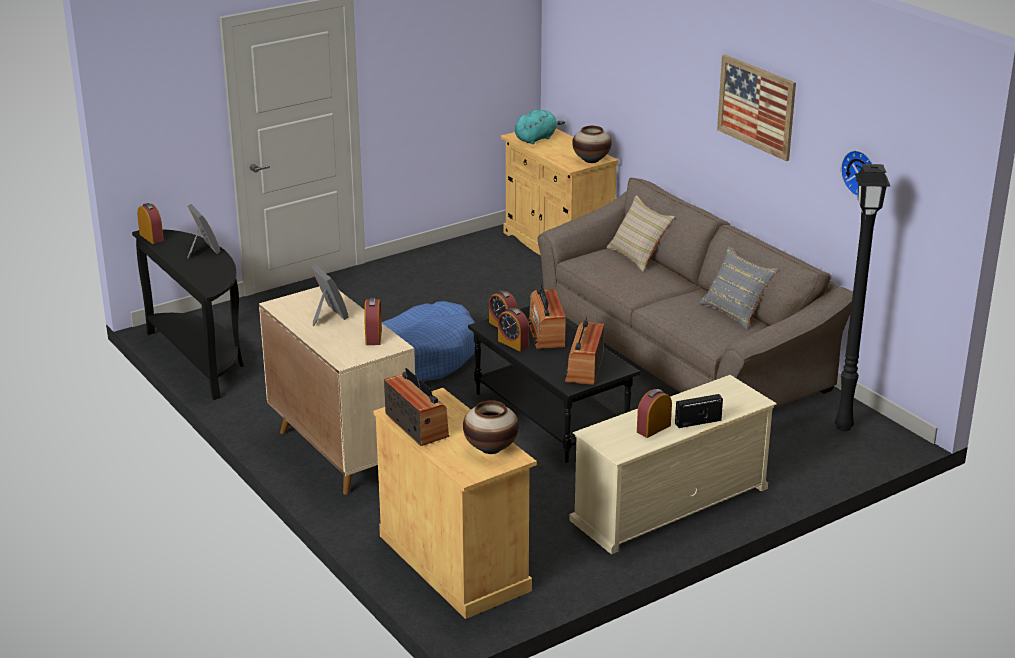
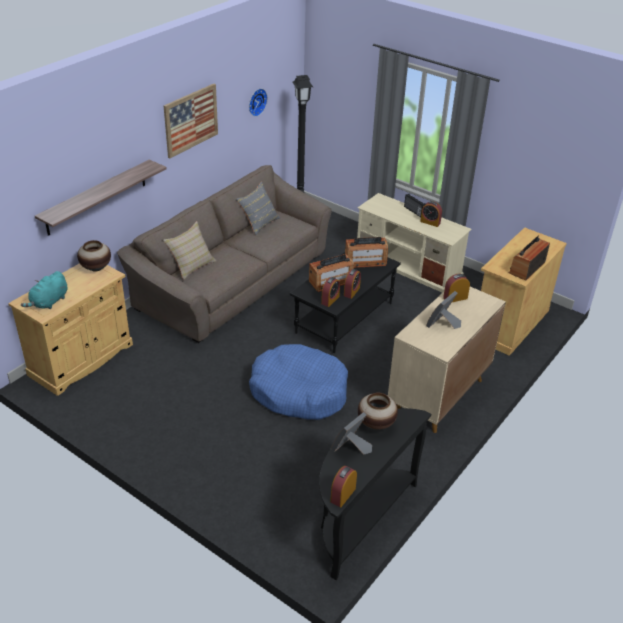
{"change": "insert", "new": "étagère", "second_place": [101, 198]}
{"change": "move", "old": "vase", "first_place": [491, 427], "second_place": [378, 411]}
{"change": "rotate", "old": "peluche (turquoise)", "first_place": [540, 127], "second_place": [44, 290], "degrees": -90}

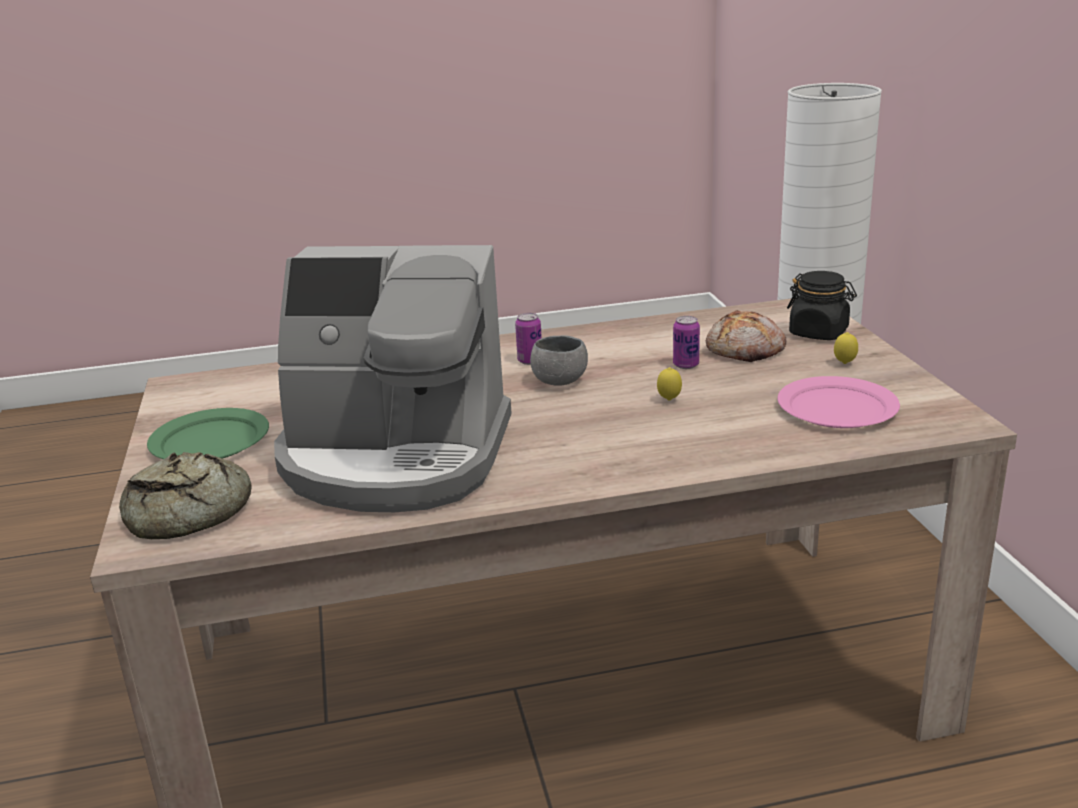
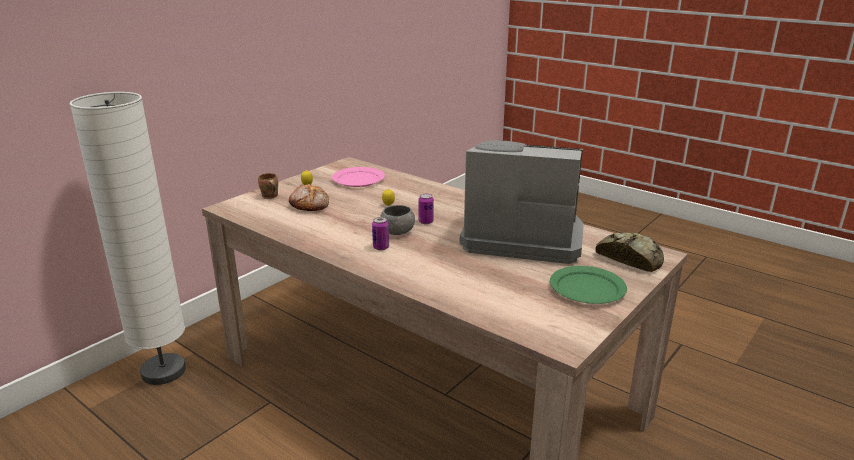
{"change": "move", "old": "boîte métallique", "first_place": [686, 342], "second_place": [426, 209]}
{"change": "replace", "old": "bocal (noir)", "new": "mug (marron)", "first_place": [822, 305], "second_place": [268, 186]}
{"change": "rotate", "old": "machine à café", "first_place": [393, 378], "second_place": [521, 202], "degrees": -45}

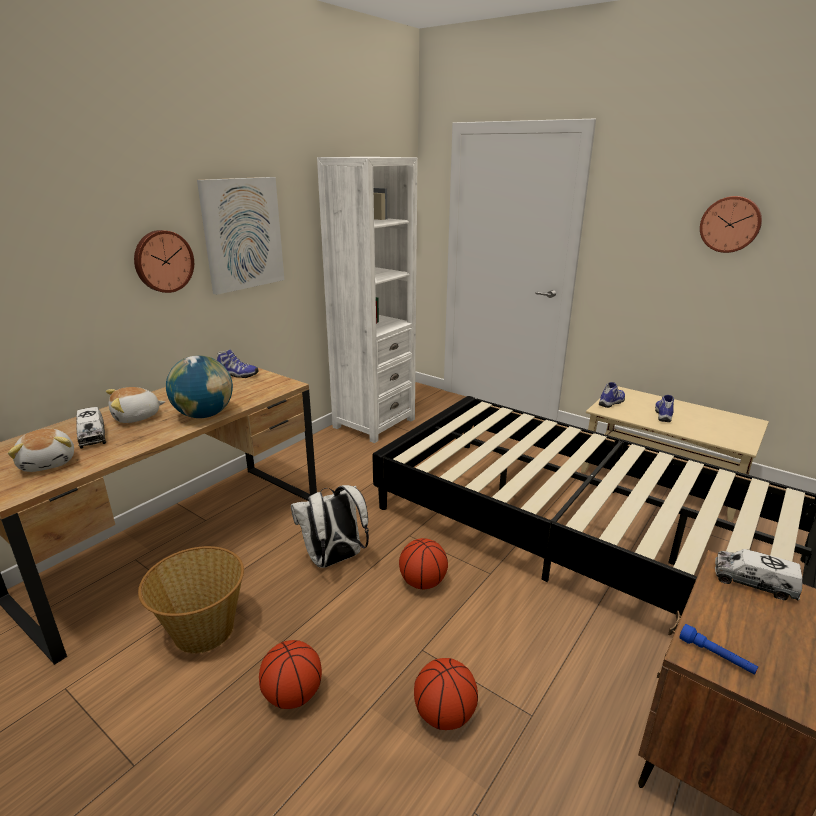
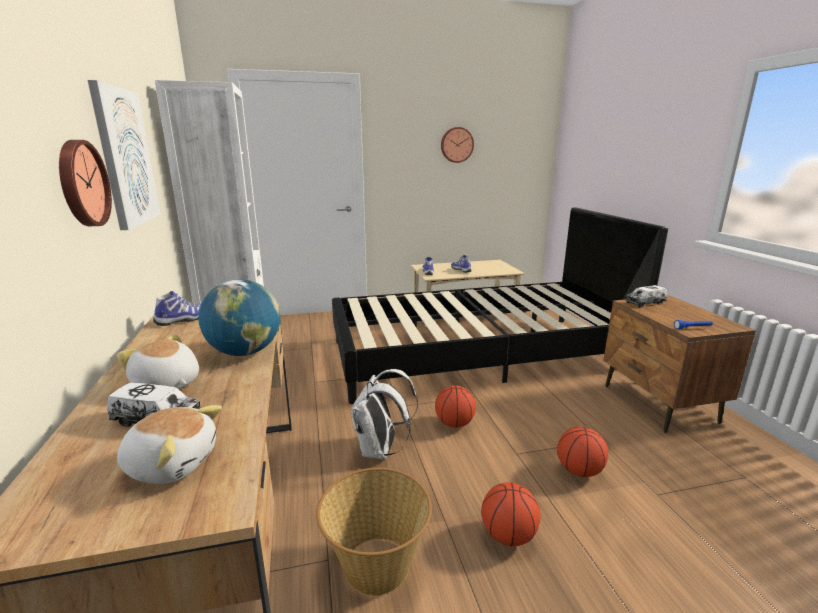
{"change": "rotate", "old": "peluche", "first_place": [135, 405], "second_place": [158, 362], "degrees": 120}

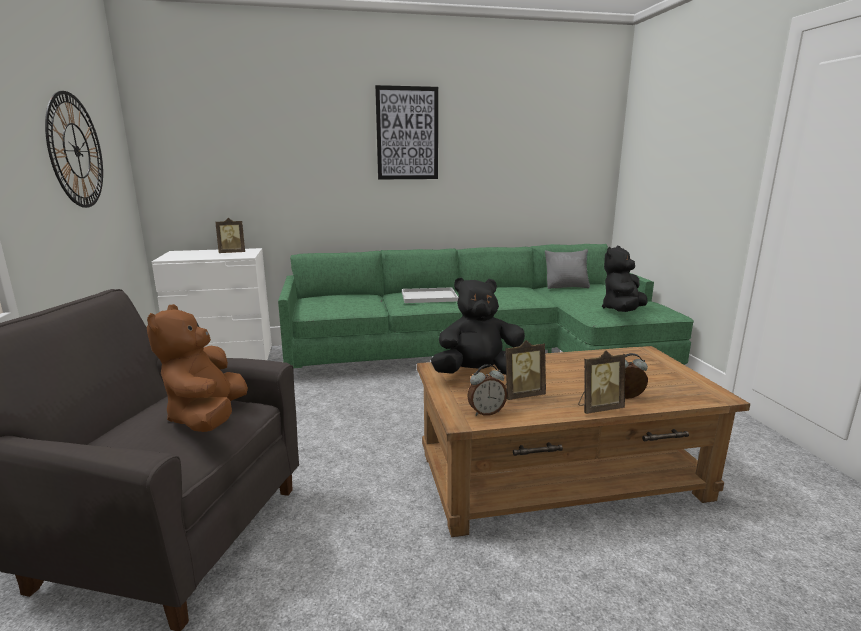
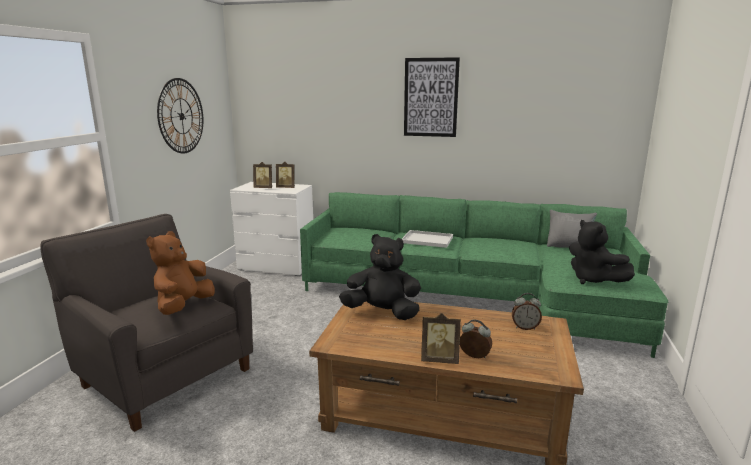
{"change": "move", "old": "réveil", "first_place": [487, 390], "second_place": [527, 311]}
{"change": "move", "old": "cadre photo", "first_place": [525, 370], "second_place": [263, 175]}
{"change": "rotate", "old": "peluche (noir)", "first_place": [625, 279], "second_place": [602, 252], "degrees": -90}

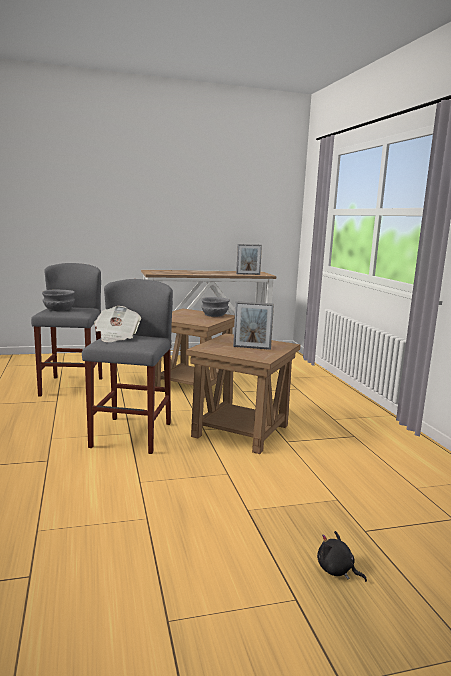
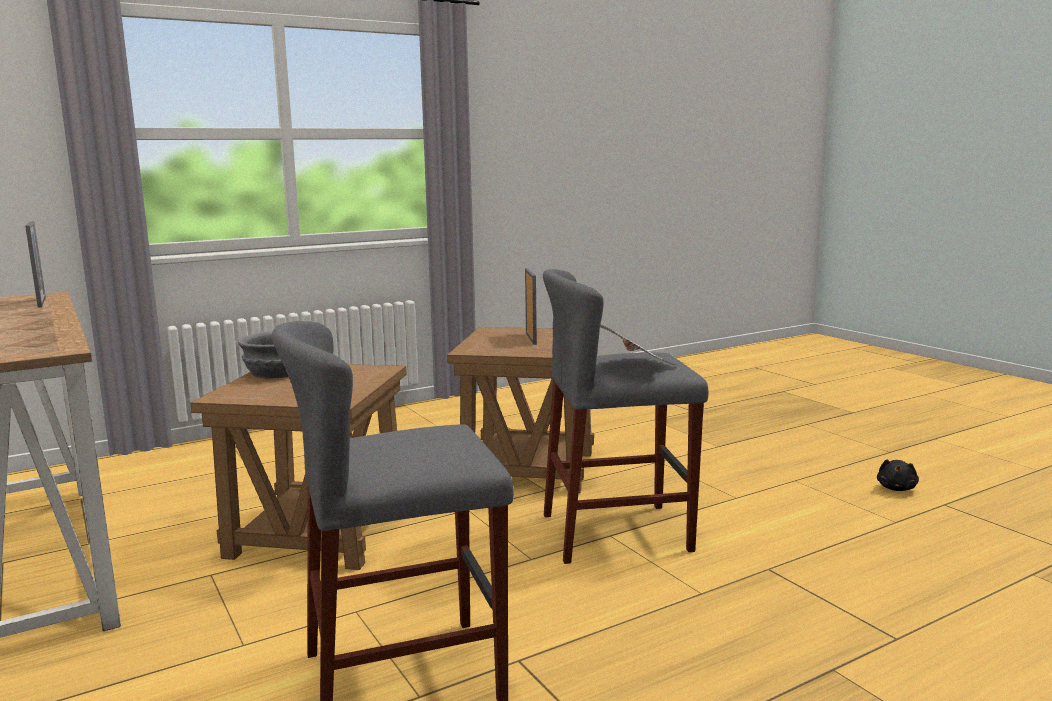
{"change": "delete", "old": "bol (gris)", "first_place": [58, 300]}
{"change": "move", "old": "peluche (noir)", "first_place": [342, 556], "second_place": [898, 475]}

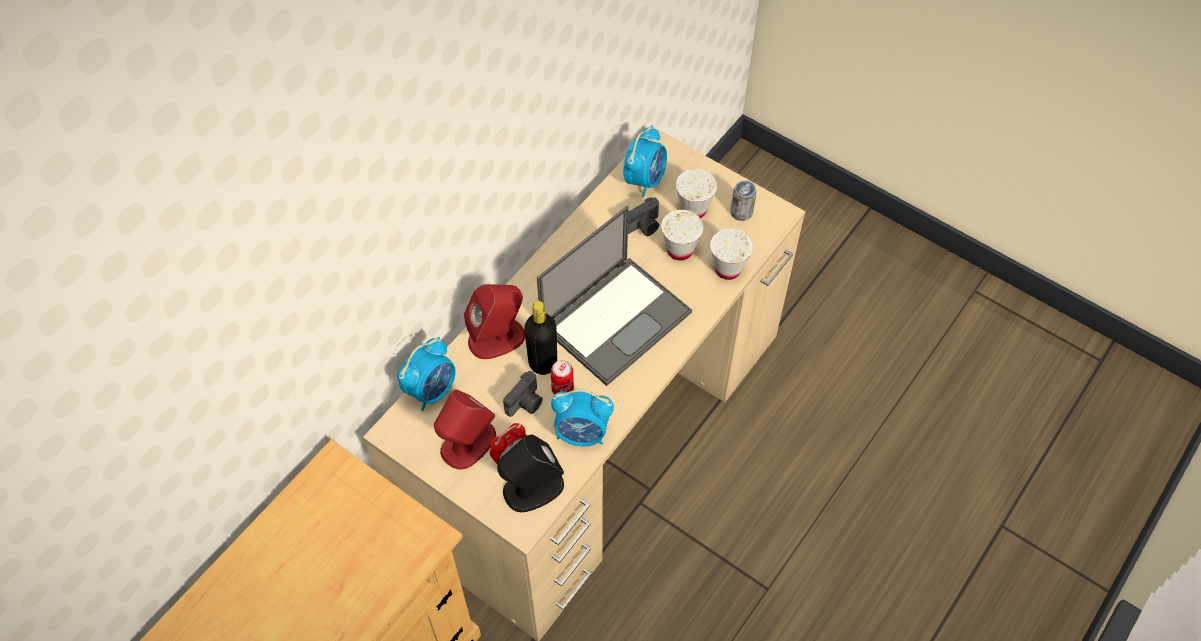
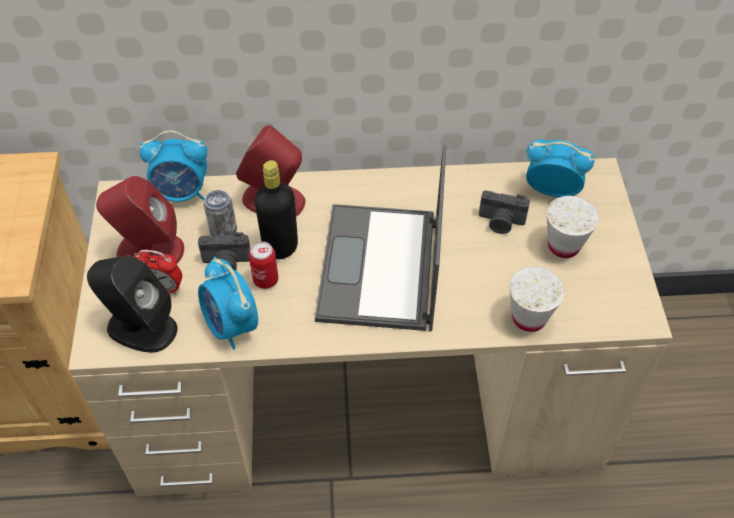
{"change": "delete", "old": "tasse (blanc)", "first_place": [682, 235]}
{"change": "move", "old": "boîte métallique", "first_place": [743, 200], "second_place": [220, 213]}
{"change": "rotate", "old": "ordinateur portable", "first_place": [614, 296], "second_place": [380, 238], "degrees": 90}
{"change": "rotate", "old": "réveil", "first_place": [645, 161], "second_place": [560, 168], "degrees": -150}

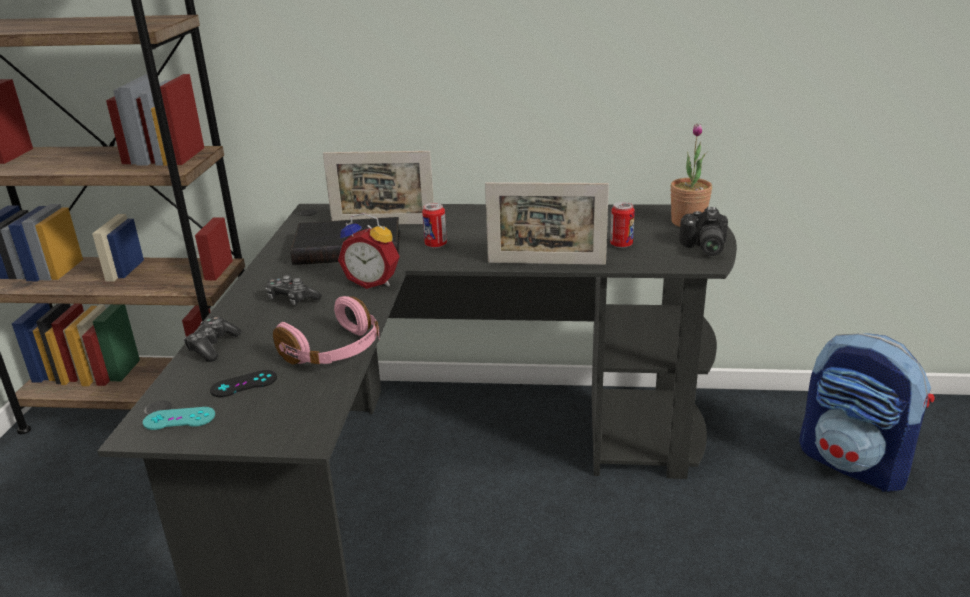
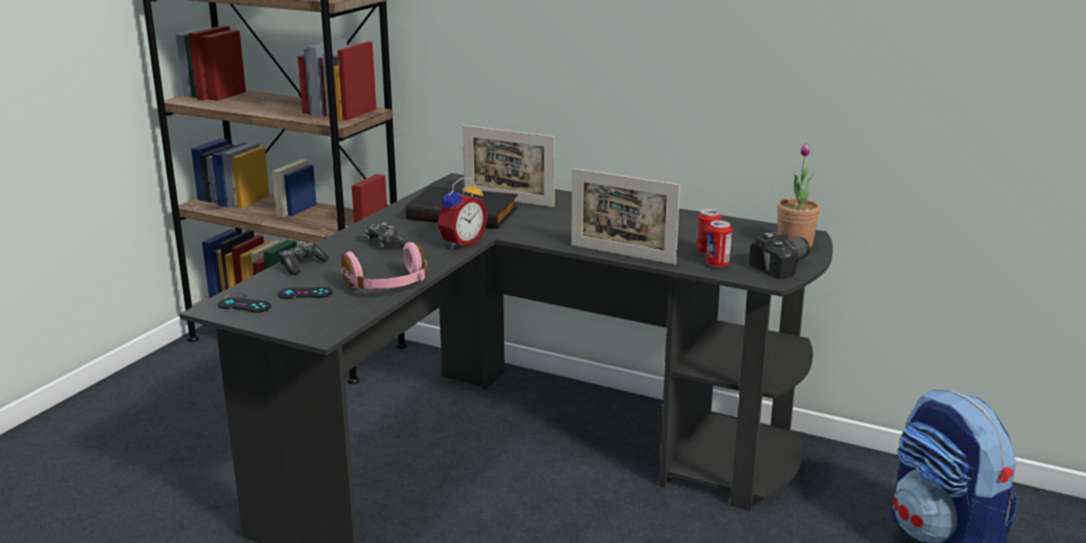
{"change": "move", "old": "boîte métallique", "first_place": [434, 225], "second_place": [719, 244]}
{"change": "recolor", "old": "manette (turquoise)", "new": "manette (noir)", "first_place": [179, 418], "second_place": [244, 305]}
{"change": "rotate", "old": "réveil", "first_place": [369, 251], "second_place": [462, 213], "degrees": -90}
{"change": "rotate", "old": "appareil photo", "first_place": [703, 231], "second_place": [779, 255], "degrees": -150}

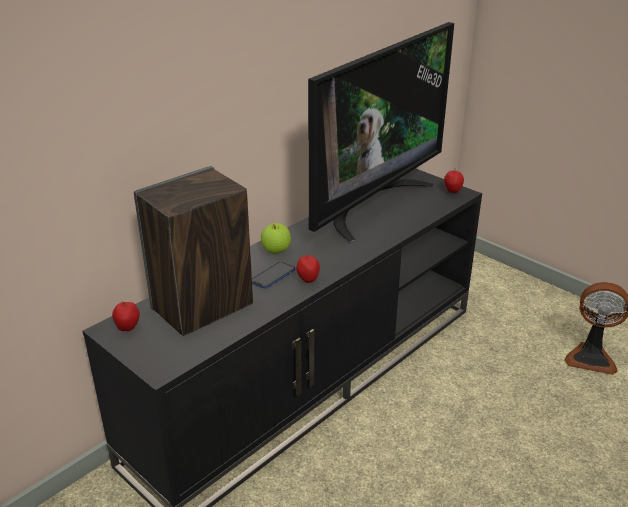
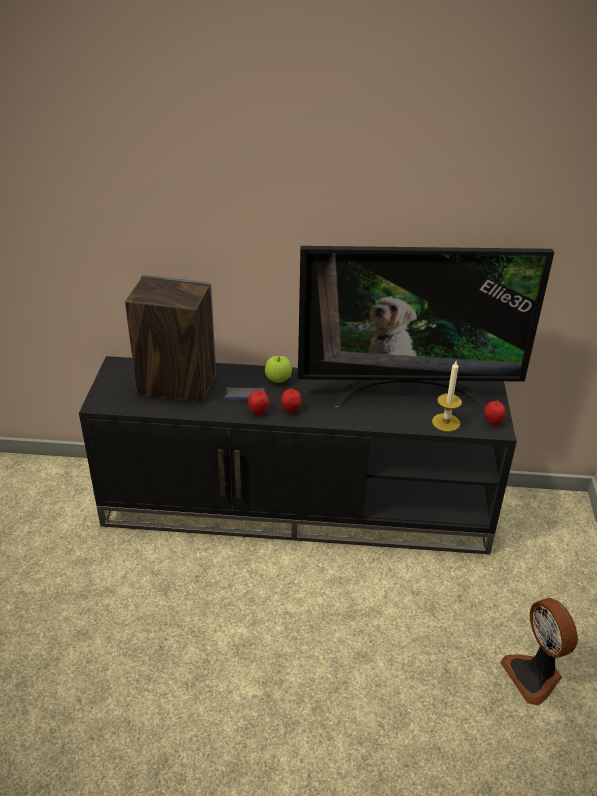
{"change": "insert", "new": "bougie", "second_place": [447, 396]}
{"change": "move", "old": "pomme", "first_place": [126, 316], "second_place": [291, 400]}

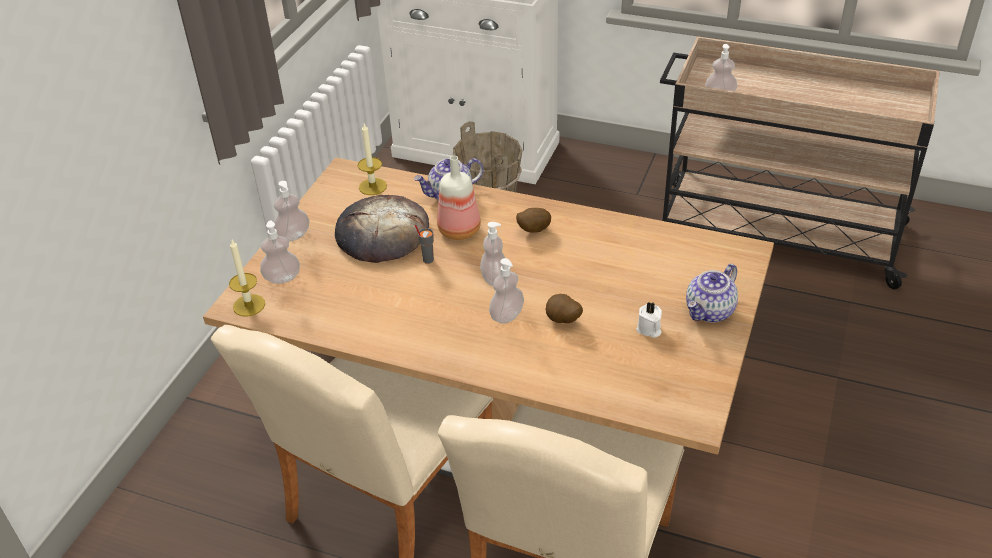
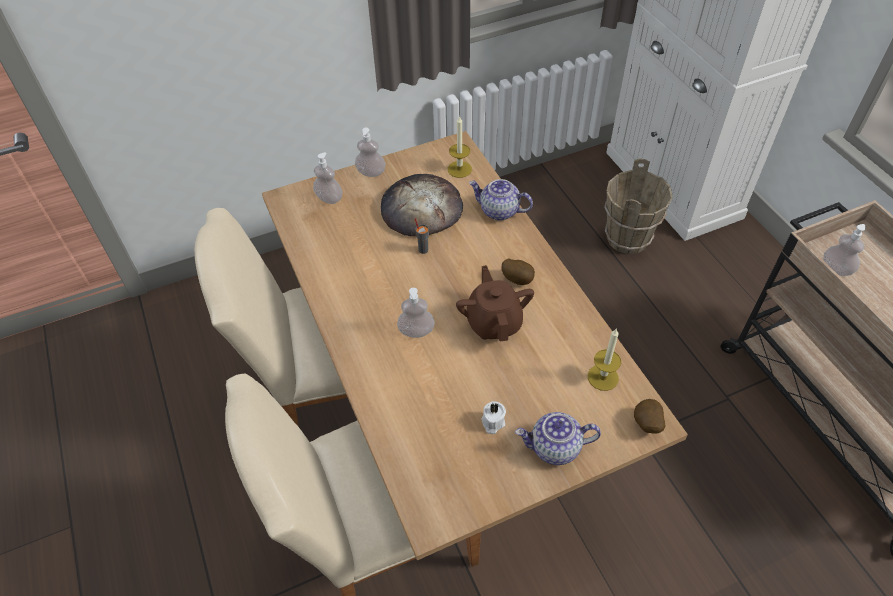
{"change": "delete", "old": "bouteille", "first_place": [459, 198]}
{"change": "delete", "old": "distributeur de savon", "first_place": [492, 254]}
{"change": "insert", "new": "théière (marron)", "second_place": [495, 303]}
{"change": "move", "old": "bougie", "first_place": [247, 278], "second_place": [604, 359]}
{"change": "move", "old": "pomme de terre", "first_place": [564, 308], "second_place": [649, 416]}

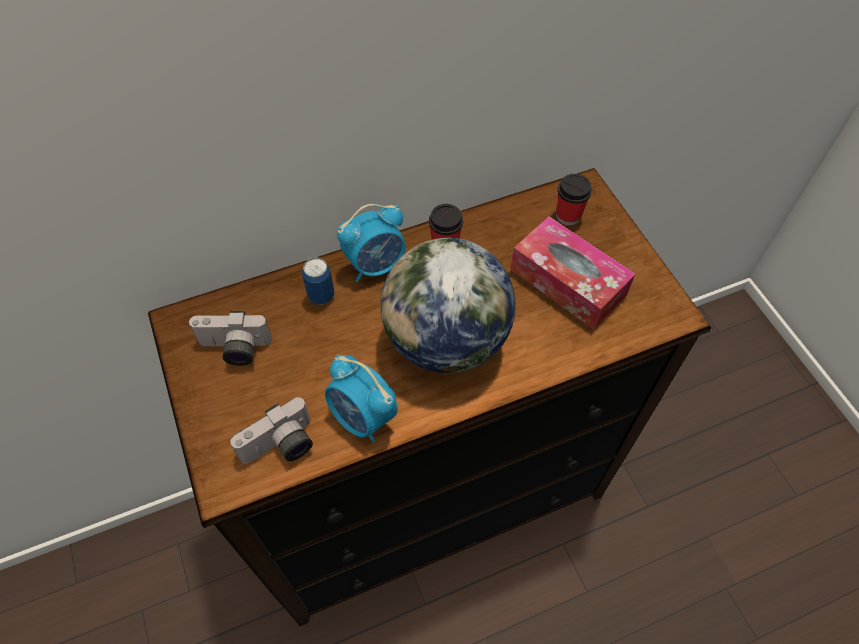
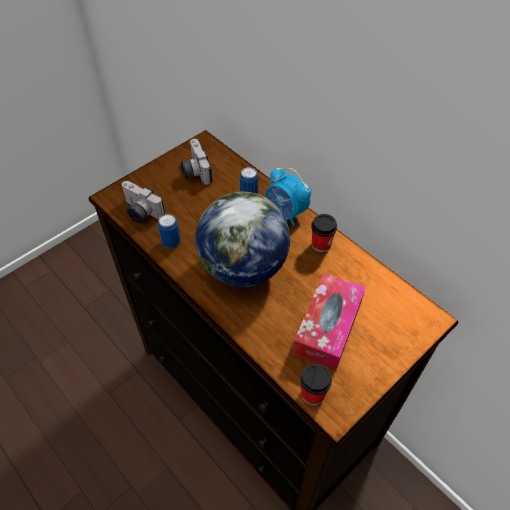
{"change": "move", "old": "tasse", "first_place": [574, 199], "second_place": [316, 384]}
{"change": "replace", "old": "réveil", "new": "boîte métallique", "first_place": [361, 398], "second_place": [169, 231]}

